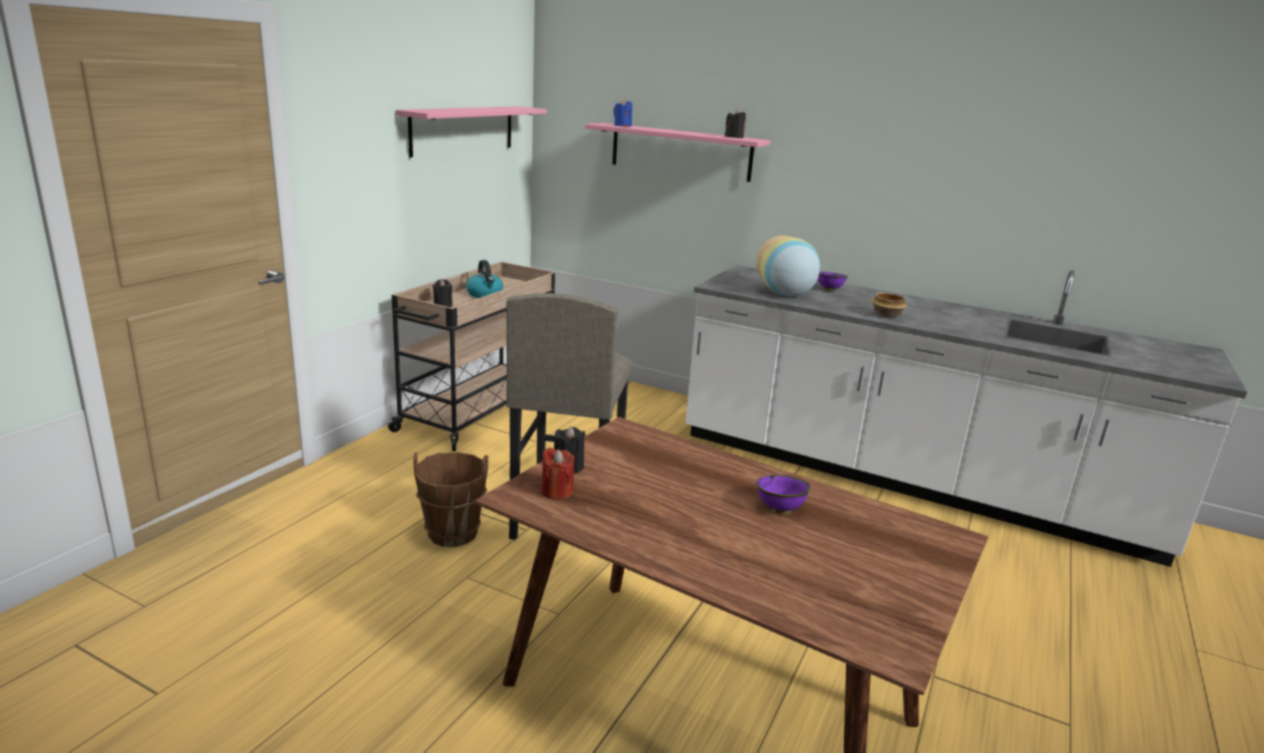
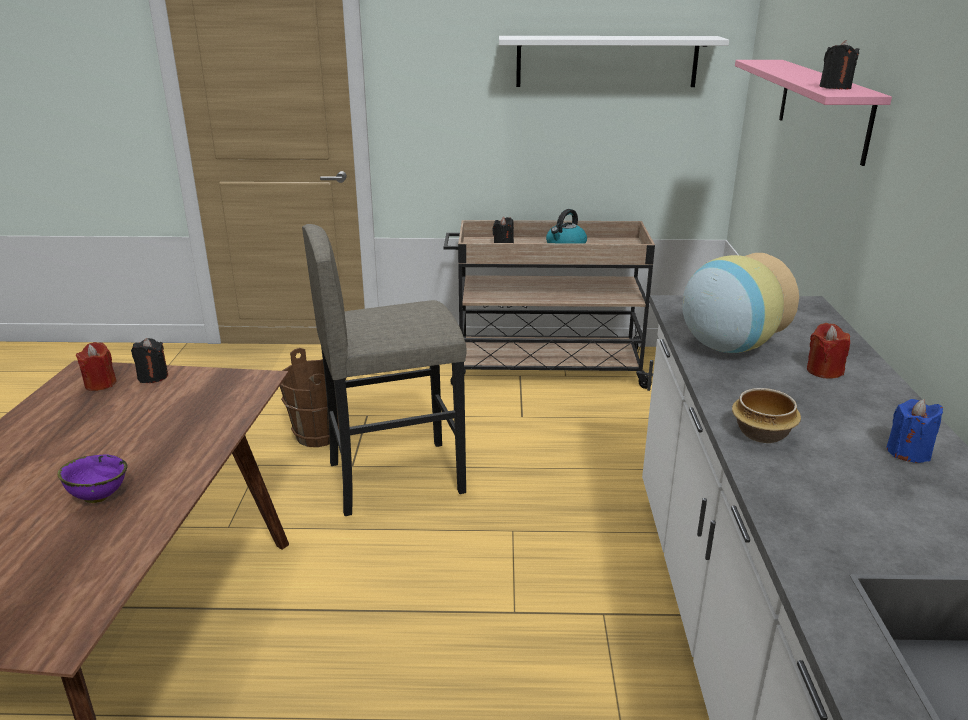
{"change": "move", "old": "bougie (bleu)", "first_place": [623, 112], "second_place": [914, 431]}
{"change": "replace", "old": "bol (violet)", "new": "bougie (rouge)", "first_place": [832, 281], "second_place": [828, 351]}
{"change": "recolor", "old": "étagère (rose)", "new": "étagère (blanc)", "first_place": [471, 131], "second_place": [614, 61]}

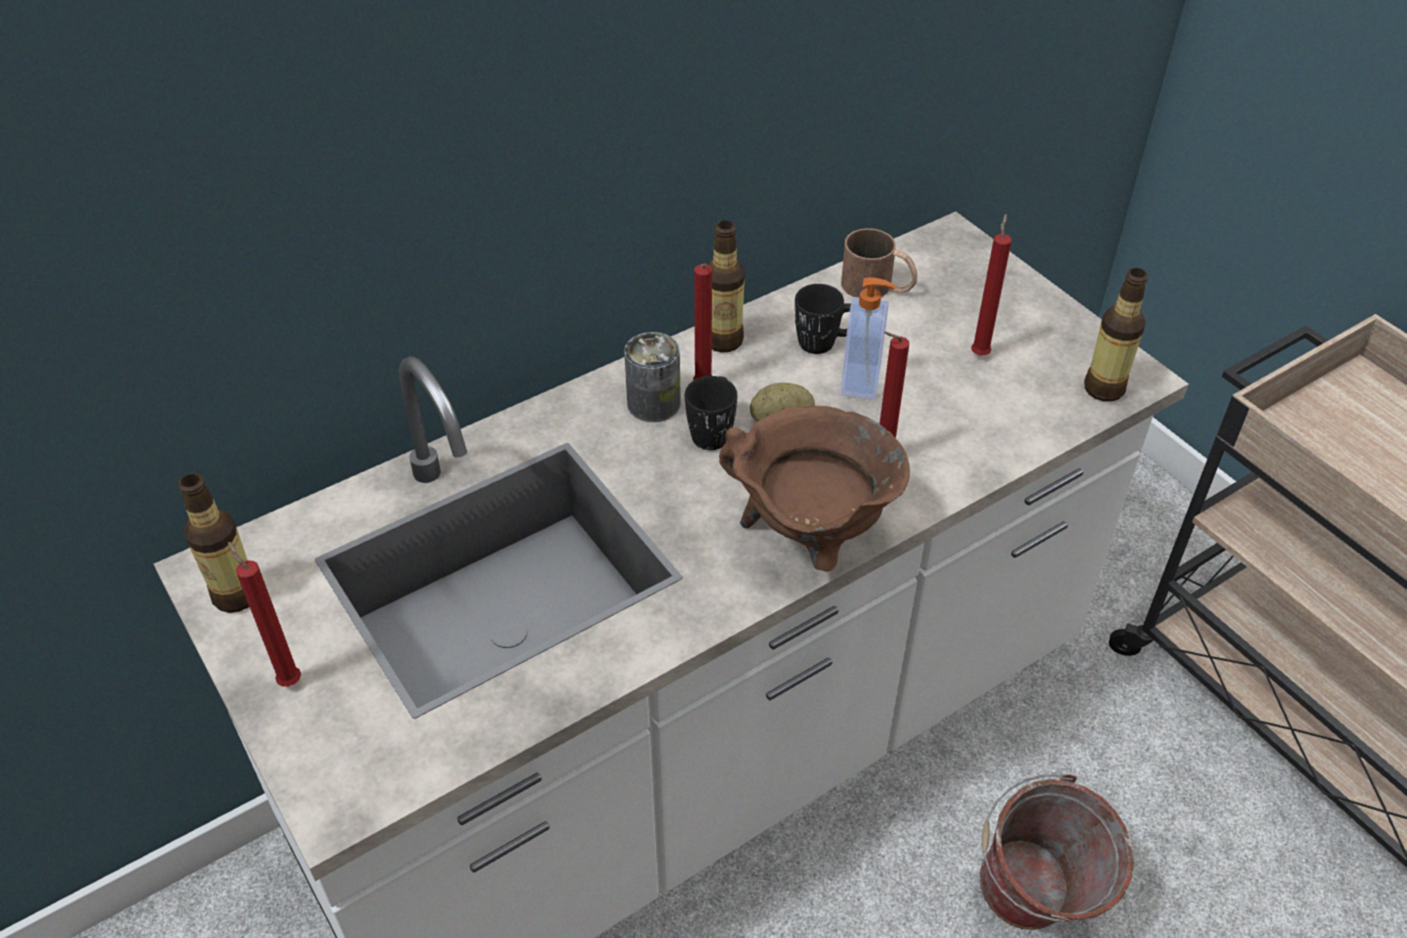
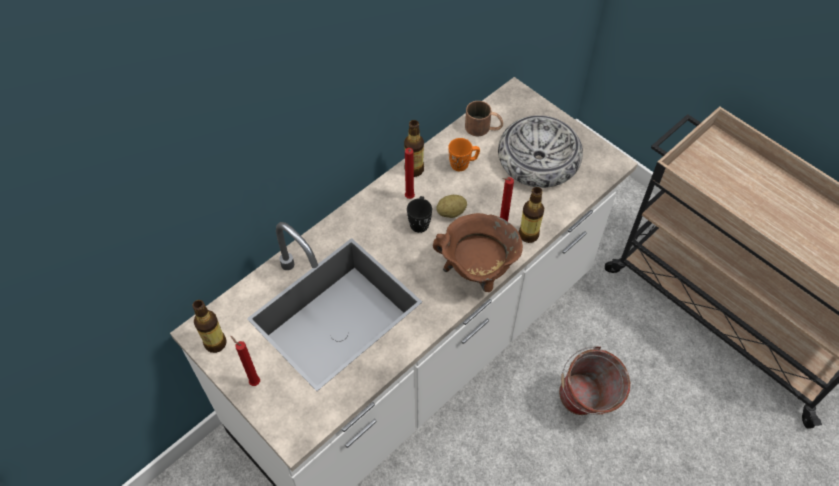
{"change": "delete", "old": "boîte métallique", "first_place": [652, 377]}
{"change": "delete", "old": "distributeur de savon", "first_place": [868, 338]}
{"change": "move", "old": "bouteille", "first_place": [1116, 335], "second_place": [531, 215]}
{"change": "replace", "old": "bougie (rouge)", "new": "bol", "first_place": [991, 284], "second_place": [540, 151]}
{"change": "recolor", "old": "mug (noir)", "new": "mug (orange)", "first_place": [823, 319], "second_place": [464, 154]}

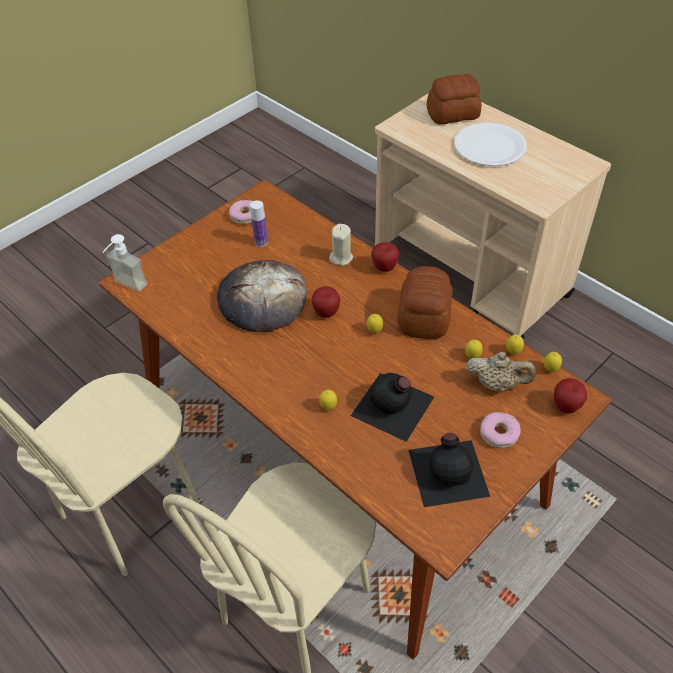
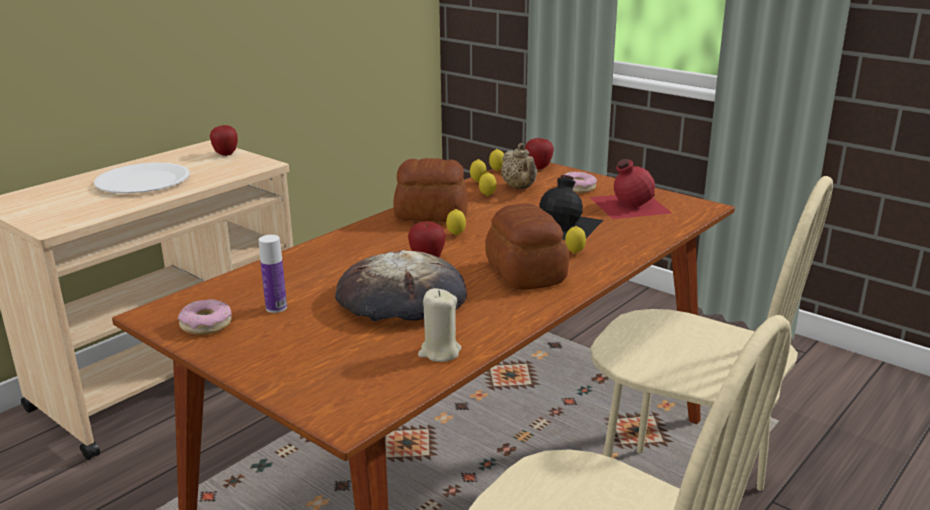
{"change": "delete", "old": "distributeur de savon", "first_place": [124, 263]}
{"change": "move", "old": "bougie (beige)", "first_place": [341, 245], "second_place": [439, 325]}
{"change": "move", "old": "pomme", "first_place": [385, 257], "second_place": [224, 140]}
{"change": "move", "old": "pain", "first_place": [454, 99], "second_place": [527, 246]}
{"change": "recolor", "old": "bouteille (noir)", "new": "bouteille (rouge)", "first_place": [449, 470], "second_place": [630, 189]}
{"change": "rotate", "old": "théière (beige)", "first_place": [501, 372], "second_place": [519, 166], "degrees": 150}

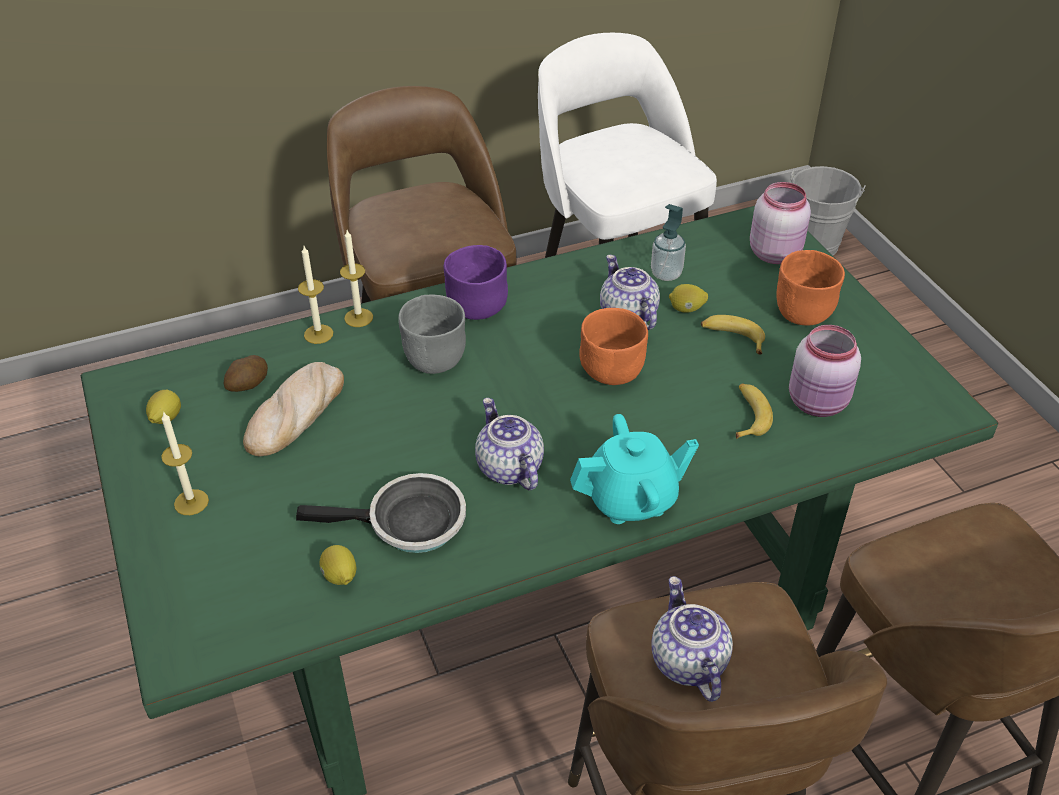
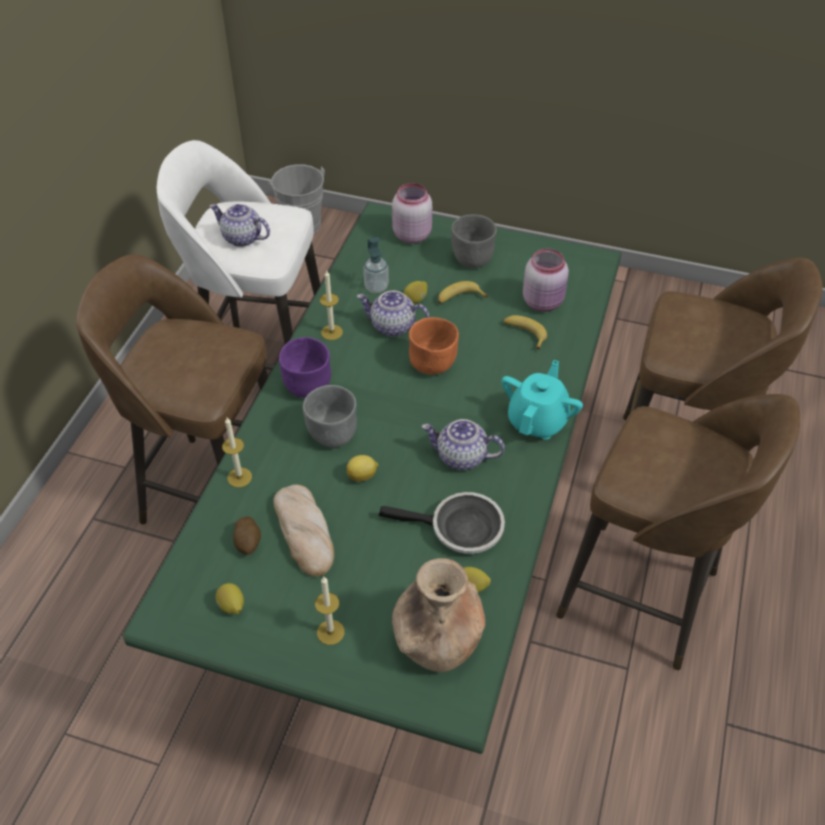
{"change": "insert", "new": "citron", "second_place": [362, 468]}
{"change": "insert", "new": "vase (marron)", "second_place": [438, 615]}
{"change": "move", "old": "bougie", "first_place": [356, 278], "second_place": [331, 305]}
{"change": "move", "old": "théière", "first_place": [692, 639], "second_place": [240, 225]}
{"change": "recolor", "old": "bol (orange)", "new": "bol (gris)", "first_place": [810, 287], "second_place": [474, 241]}
{"change": "rotate", "old": "poêle", "first_place": [381, 513], "second_place": [442, 523], "degrees": 60}

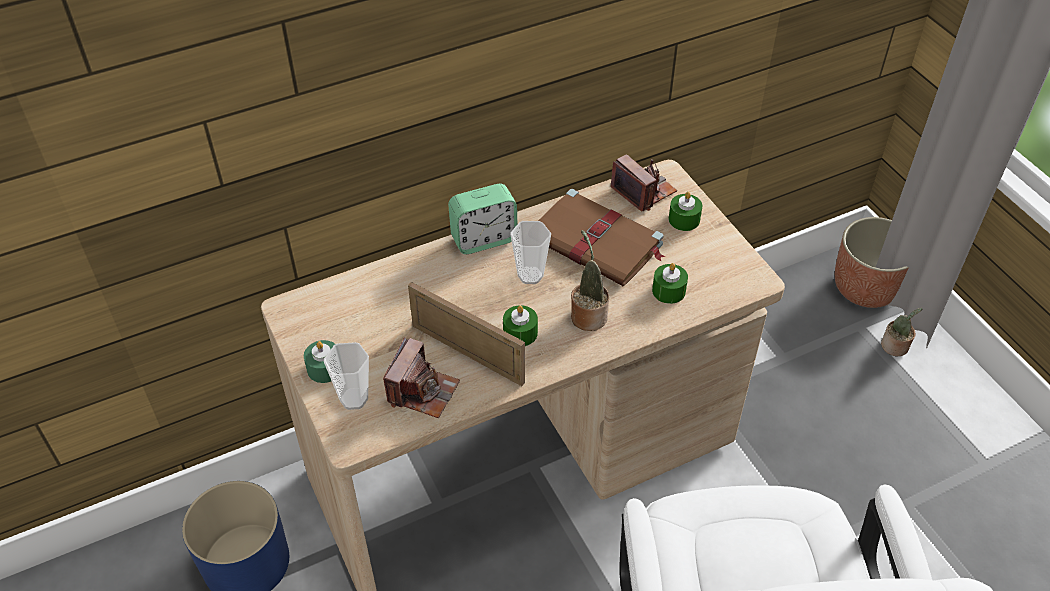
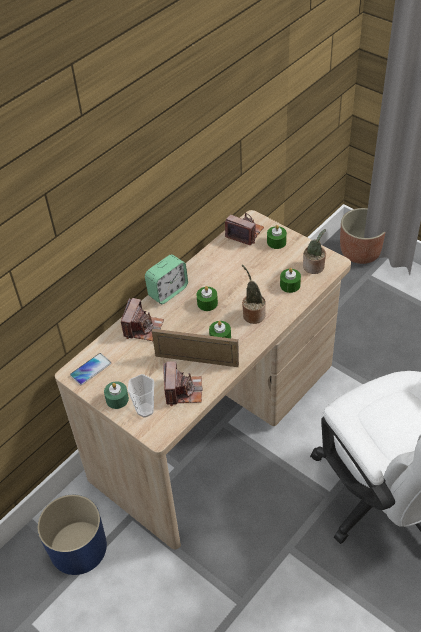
{"change": "delete", "old": "livre (marron)", "first_place": [602, 237]}
{"change": "insert", "new": "téléphone", "second_place": [90, 369]}
{"change": "insert", "new": "appareil photo", "second_place": [142, 319]}
{"change": "move", "old": "plante en pot", "first_place": [901, 332], "second_place": [314, 251]}
{"change": "replace", "old": "tasse", "new": "bougie (vert)", "first_place": [530, 252], "second_place": [207, 298]}

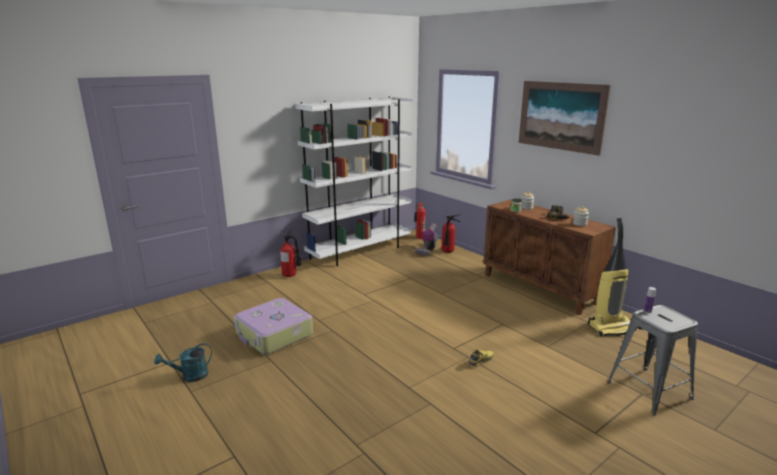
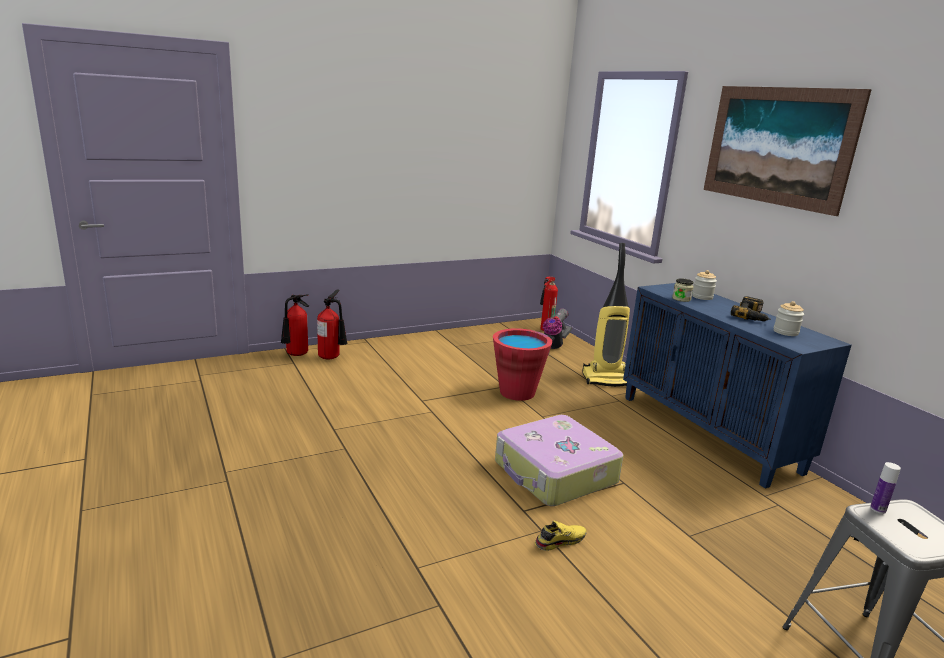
{"change": "delete", "old": "arrosoir (turquoise)", "first_place": [183, 362]}
{"change": "delete", "old": "bibliothèque (blanc)", "first_place": [354, 181]}
{"change": "insert", "new": "seau (rouge)", "second_place": [522, 364]}
{"change": "move", "old": "valise", "first_place": [273, 326], "second_place": [559, 460]}
{"change": "move", "old": "extincteur", "first_place": [451, 233], "second_place": [295, 325]}
{"change": "move", "old": "aspirateur", "first_place": [612, 277], "second_place": [606, 315]}
{"change": "recolor", "old": "meuble de rangement (marron)", "new": "meuble de rangement (bleu)", "first_place": [549, 257], "second_place": [737, 386]}

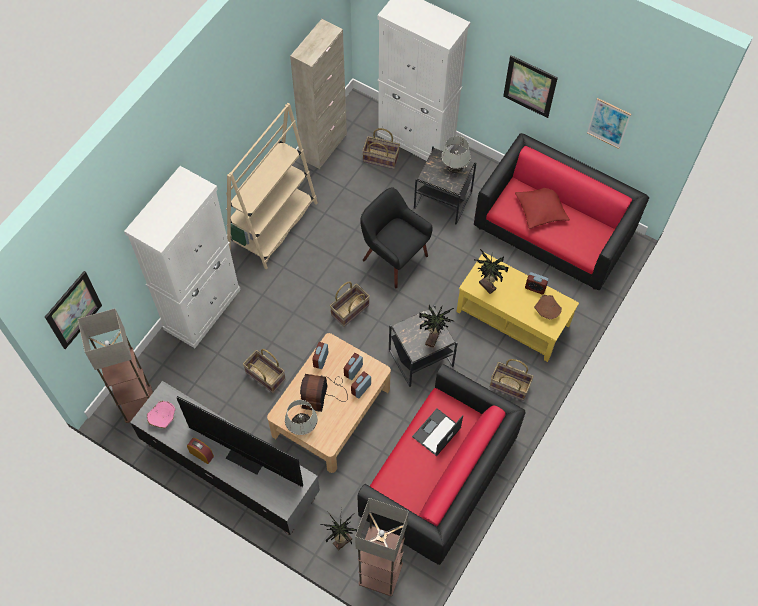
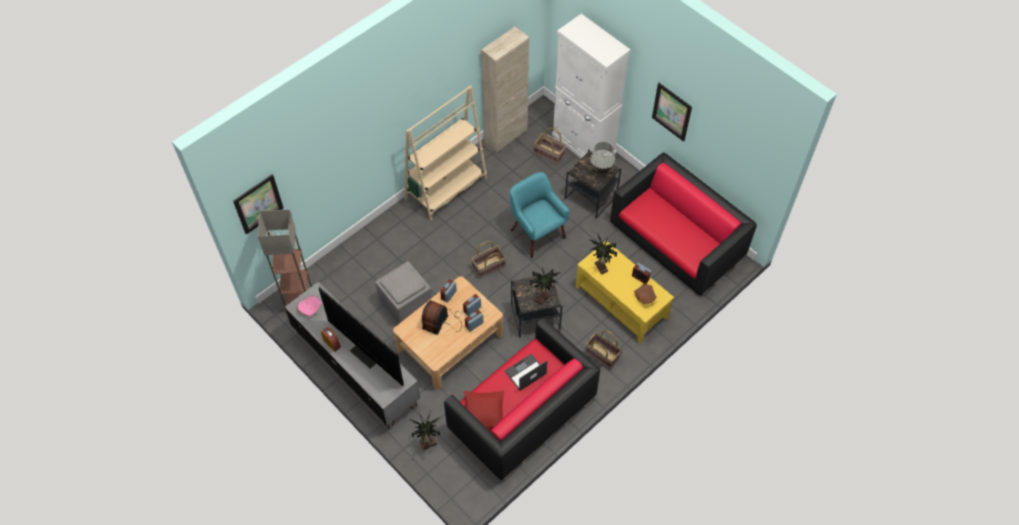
{"change": "delete", "old": "meuble de rangement (blanc)", "first_place": [182, 257]}
{"change": "delete", "old": "lampe de table (blanc)", "first_place": [301, 417]}
{"change": "delete", "old": "lampadaire", "first_place": [382, 547]}
{"change": "delete", "old": "tableau", "first_place": [609, 123]}
{"change": "move", "old": "coussin (rouge)", "first_place": [542, 208], "second_place": [483, 410]}
{"change": "replace", "old": "panier", "new": "pouf (gris)", "first_place": [264, 371], "second_place": [403, 292]}
{"change": "recolor", "old": "fauteuil (noir)", "new": "fauteuil (turquoise)", "first_place": [396, 237], "second_place": [539, 215]}

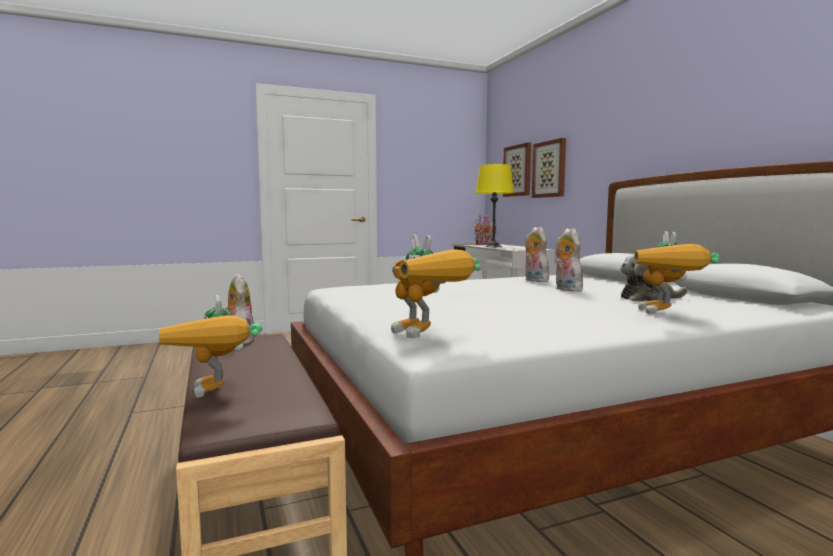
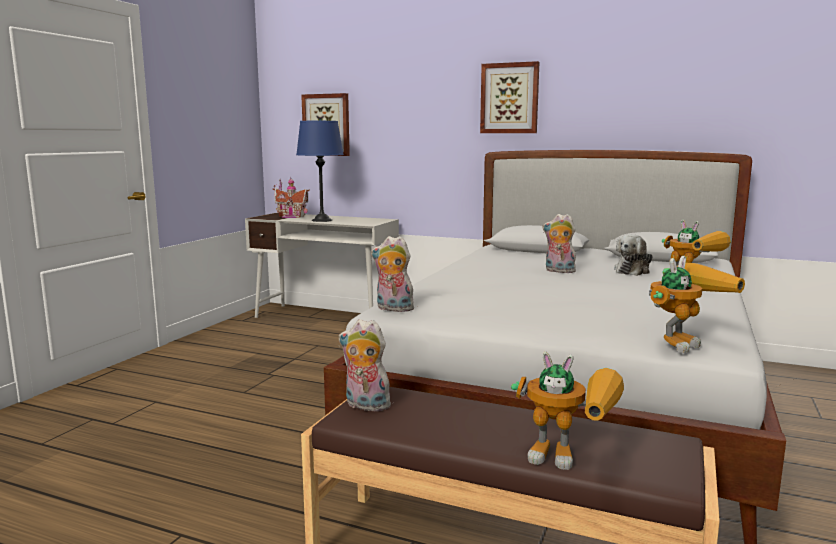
{"change": "move", "old": "peluche", "first_place": [537, 254], "second_place": [393, 274]}
{"change": "move", "old": "tableau", "first_place": [549, 168], "second_place": [510, 97]}
{"change": "recolor", "old": "lampe de table (jaune)", "new": "lampe de table (bleu)", "first_place": [494, 205], "second_place": [320, 171]}
{"change": "rotate", "old": "robot jouet", "first_place": [436, 286], "second_place": [697, 304], "degrees": -45}

